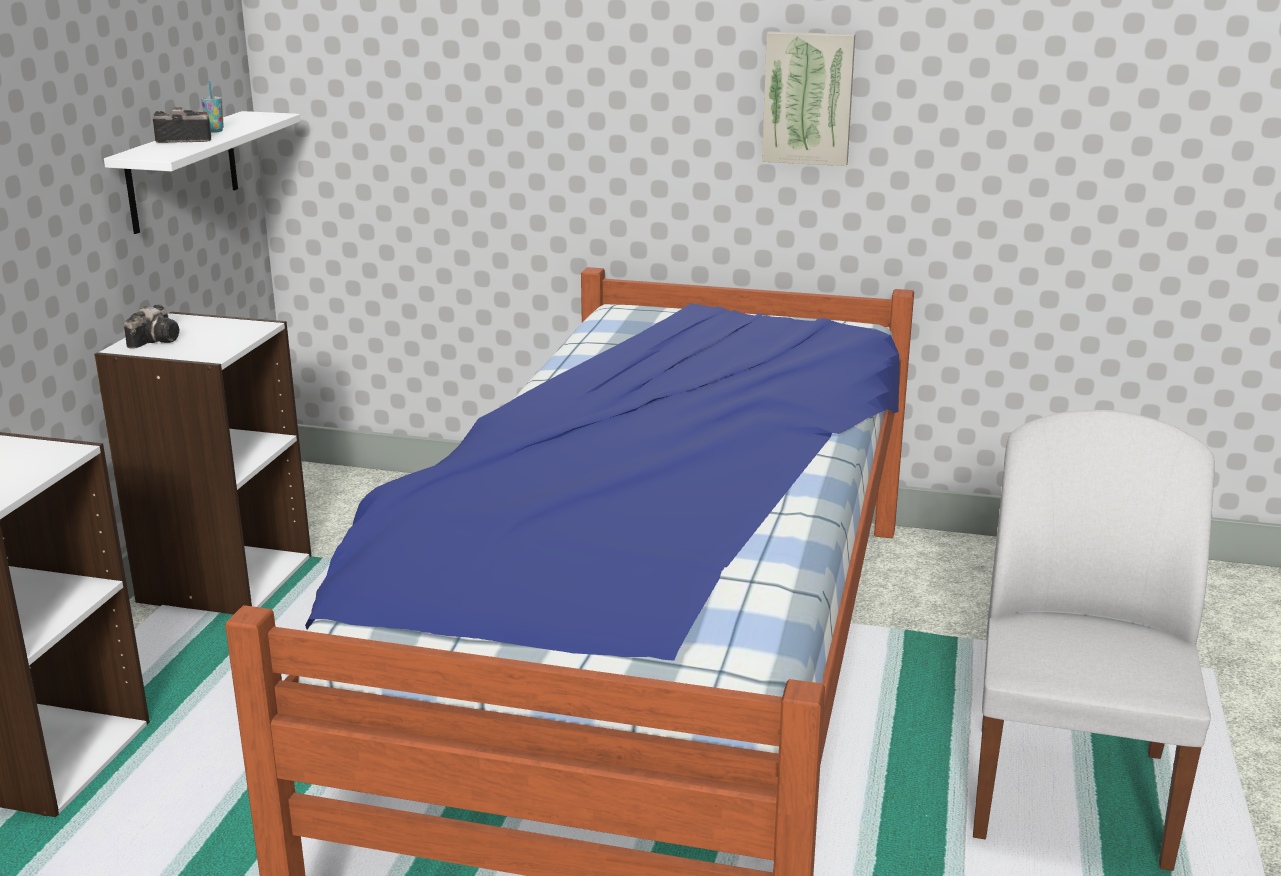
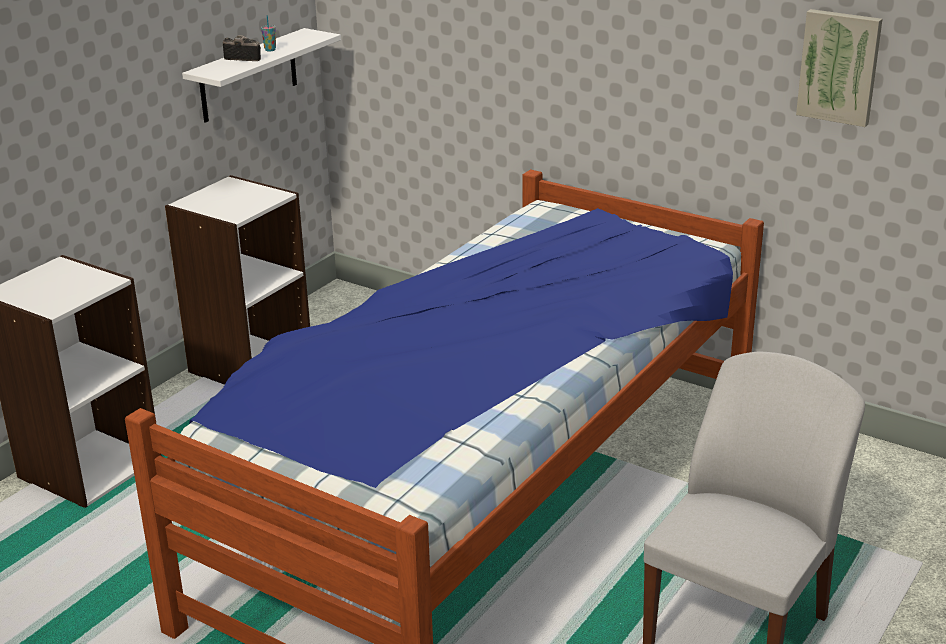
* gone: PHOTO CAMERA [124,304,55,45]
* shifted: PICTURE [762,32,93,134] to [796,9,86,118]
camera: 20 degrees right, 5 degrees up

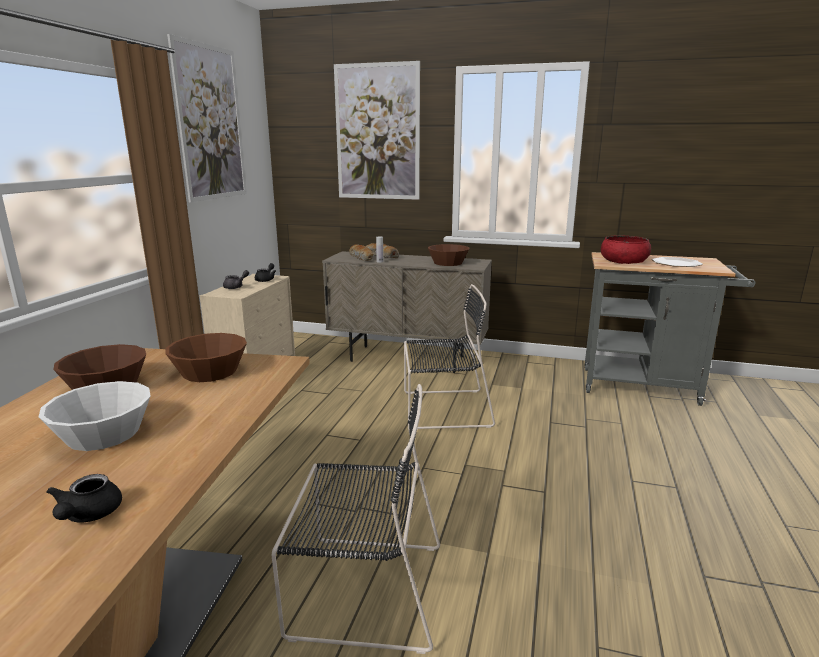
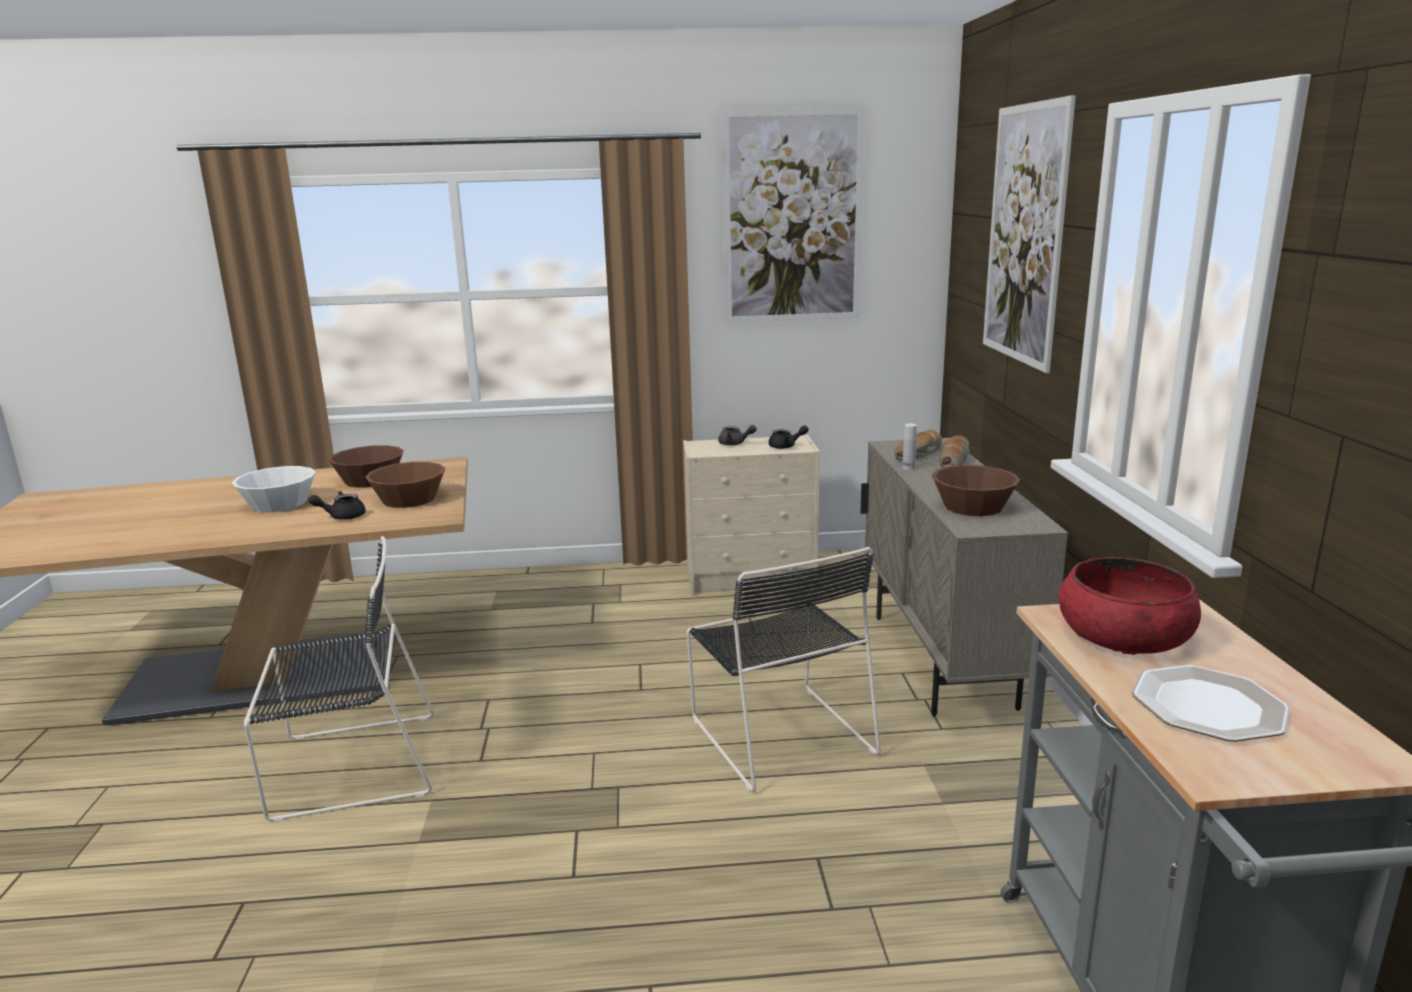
* shifted: BLACK TEA POT [46,474,76,48] to [309,491,57,29]
* rotated: BLACK UPRIGHT CHAIR [272,384,168,270] = [244,536,190,286] 90 degrees counterclockwise
camera: 70 degrees right, 0 degrees up

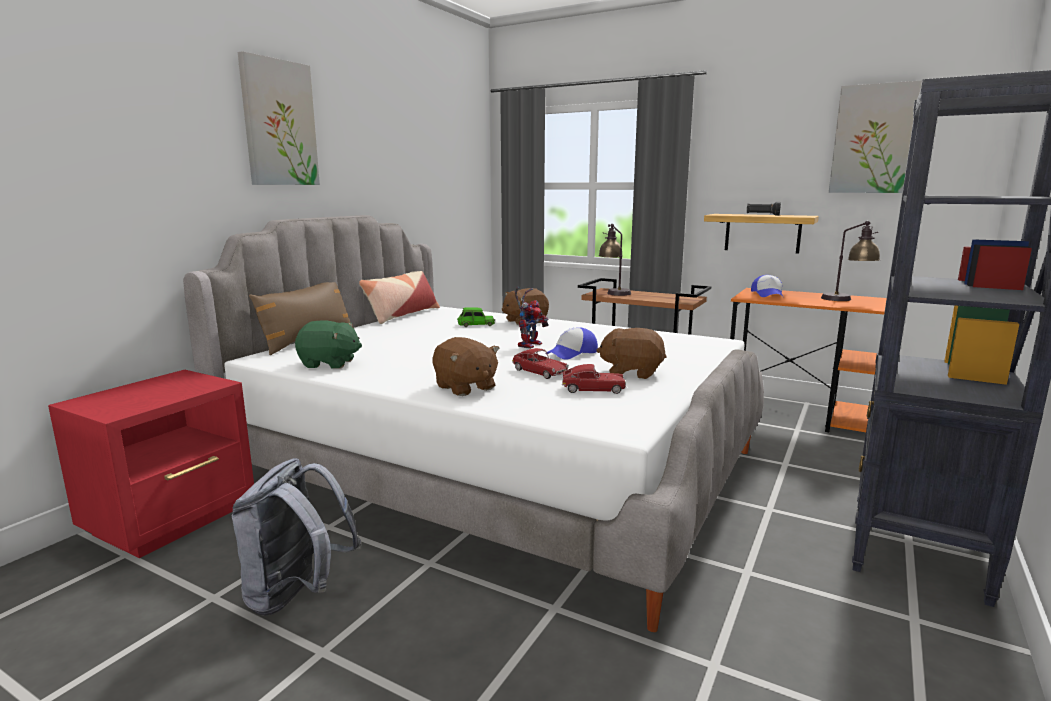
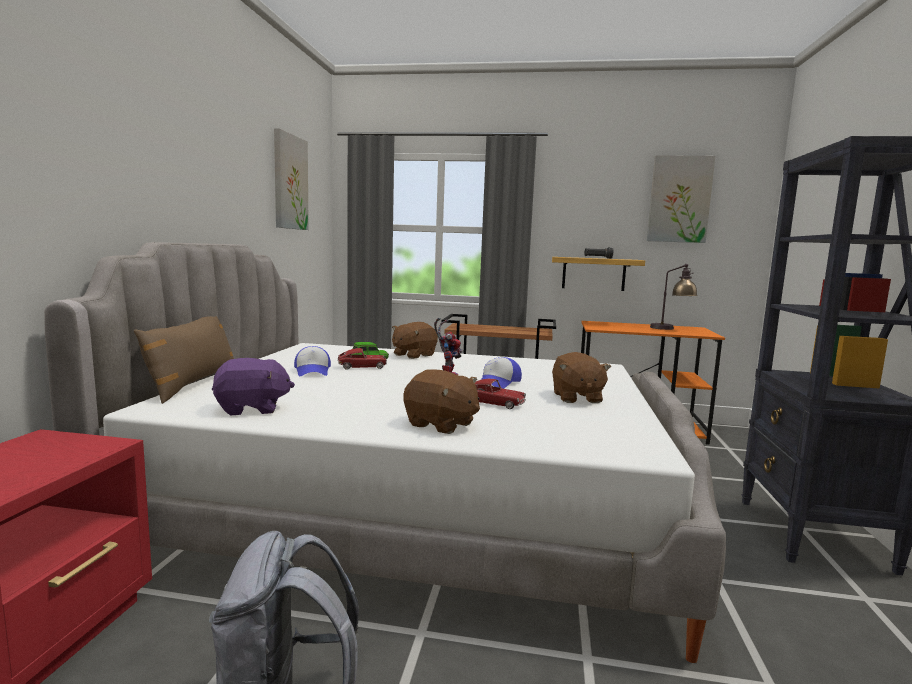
* shifted: PICTURE [238,51,82,134] to [274,129,35,101]
* repainted: GREEN PLUSH TOY [295,321,67,47] to PURPLE-COLOURED PLUSH TOY [212,358,83,58]
* gone: THROW PILLOW [359,271,81,53]
* shifted: TOY CAR [562,364,64,30] to [338,348,49,22]
* rotated: BROWN-COLOURED PLUSH TOY [596,328,70,51] = [552,352,59,51] 90 degrees counterclockwise
* gone: TABLETOP LAMP [599,224,32,72]
* shifted: CAP [751,275,32,22] to [294,346,37,30]
camera: 20 degrees left, 5 degrees down

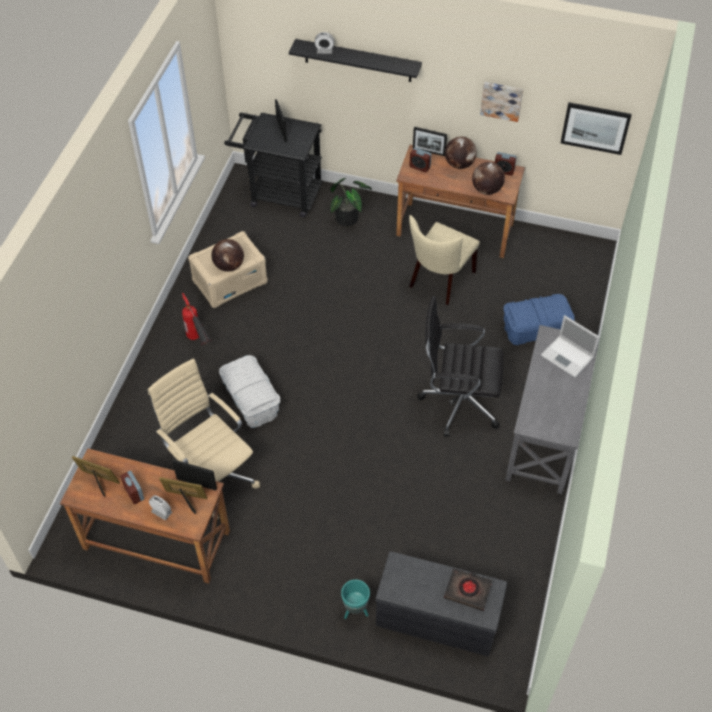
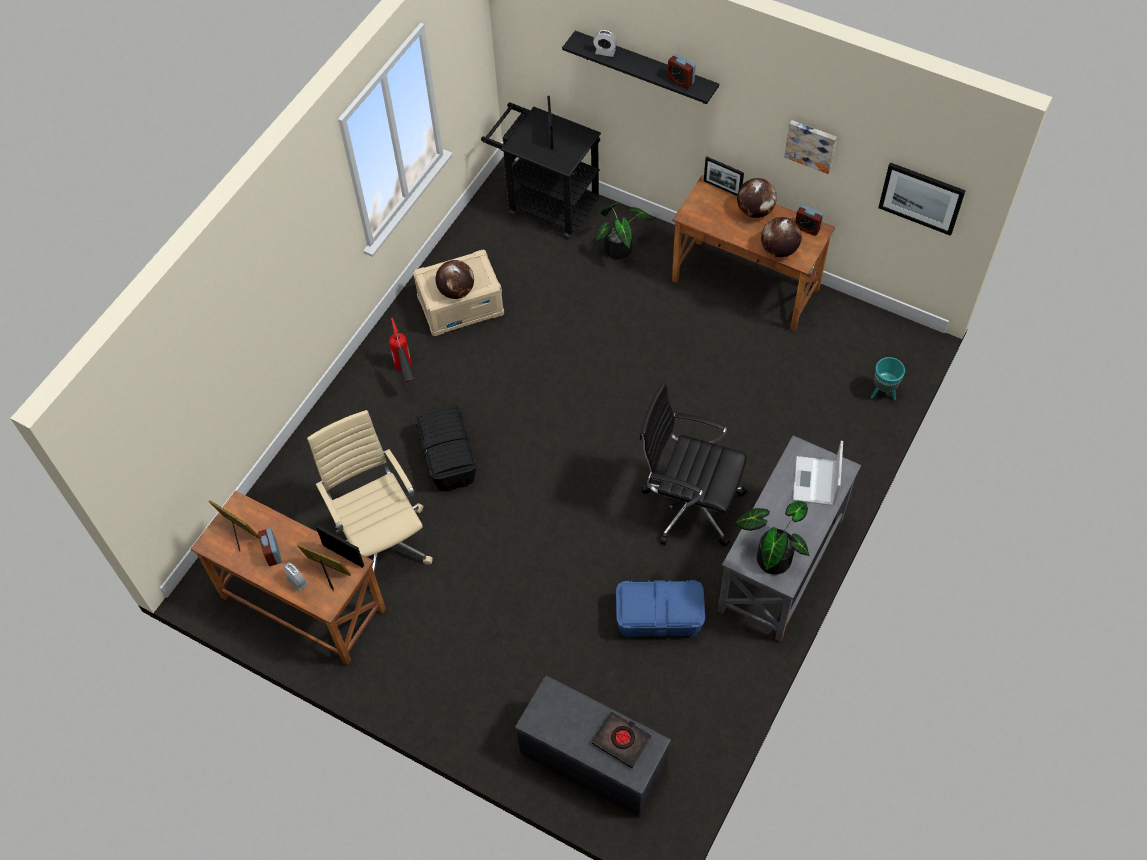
* repainted: WHITISH STORAGE CONTAINER [219,355,61,73] to BLACK STORAGE CONTAINER [415,405,62,86]
* shifted: BLUE-GREEN FLOWER POT [341,579,29,40] to [871,357,34,43]
* shifted: TABLE CLOCK [409,148,22,25] to [667,54,29,35]
* gone: SAND-COLOURED UPRIGHT CHAIR [409,215,71,90]
* shifted: BLUE-COLOURED STORAGE CONTAINER [504,294,71,51] to [616,580,89,58]
* rotated: NOTEBOOK COMPUTER [541,315,59,63] = [793,441,50,65] 45 degrees clockwise
* new: POTTED PLANT [735,501,74,74]
camera: 15 degrees right, 5 degrees up

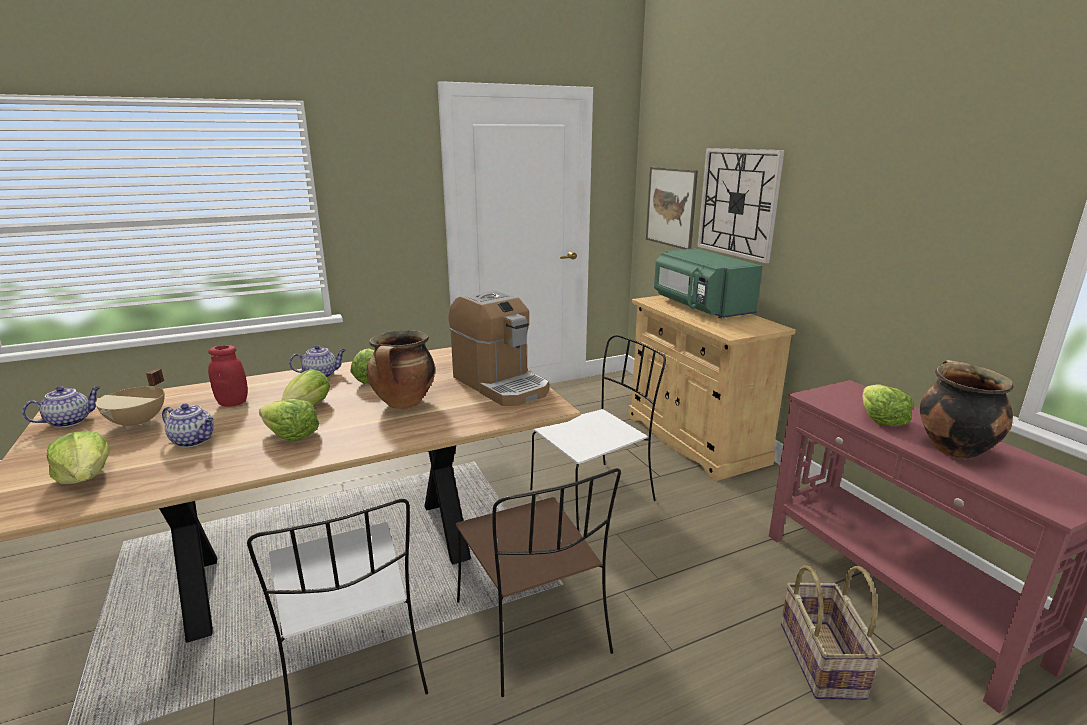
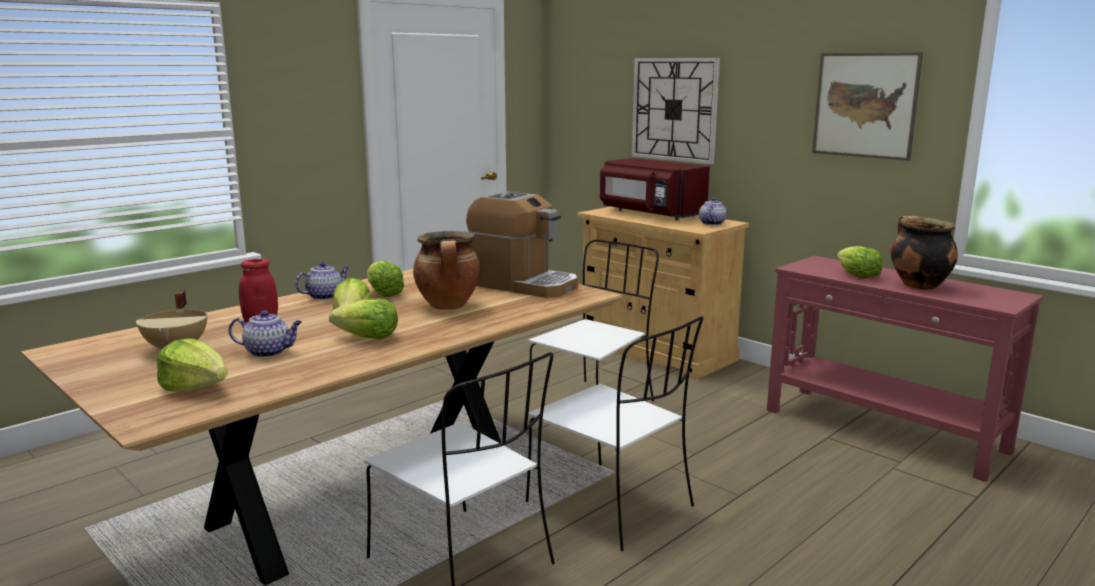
* shifted: TEA POT [22,386,79,42] to [699,197,27,28]
* repainted: BROWN-COLOURED UPRIGHT CHAIR [456,468,165,229] to WHITISH UPRIGHT CHAIR [526,316,178,235]
* shifted: PICTURE [646,167,52,82] to [812,52,111,109]
* repainted: GREEN MICROWAVE OVEN [654,248,109,70] to RED MICROWAVE OVEN [600,158,110,62]
* gone: BASKET [781,565,101,135]
camera: 20 degrees left, 5 degrees down

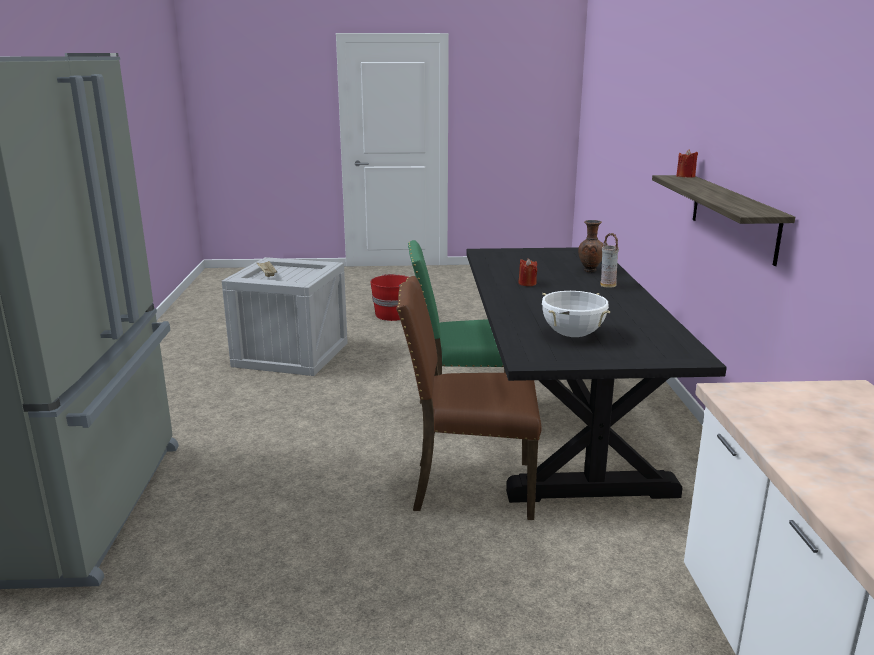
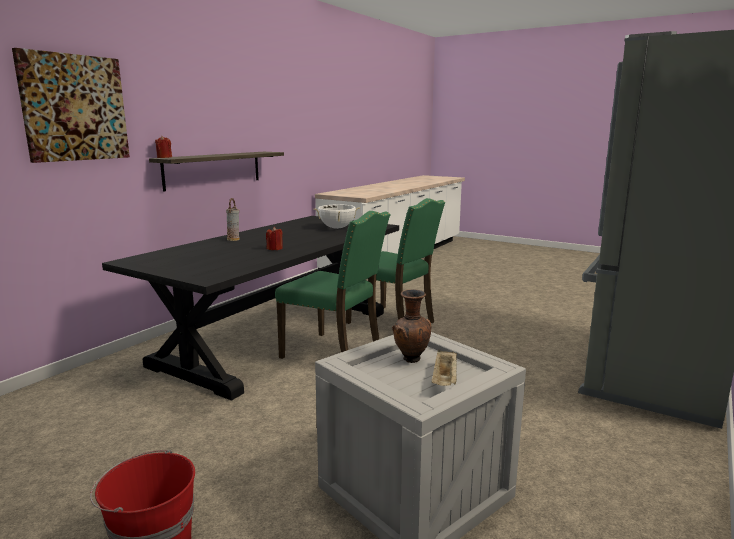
* repainted: BROWN-COLOURED UPRIGHT CHAIR [396,276,146,244] to GREEN UPRIGHT CHAIR [346,198,100,126]
* shifted: BROWN-COLOURED DECORATIVE VASE [578,220,25,52] to [392,289,40,74]
* new: PICTURE [12,48,118,115]
camera: 145 degrees left, 5 degrees down

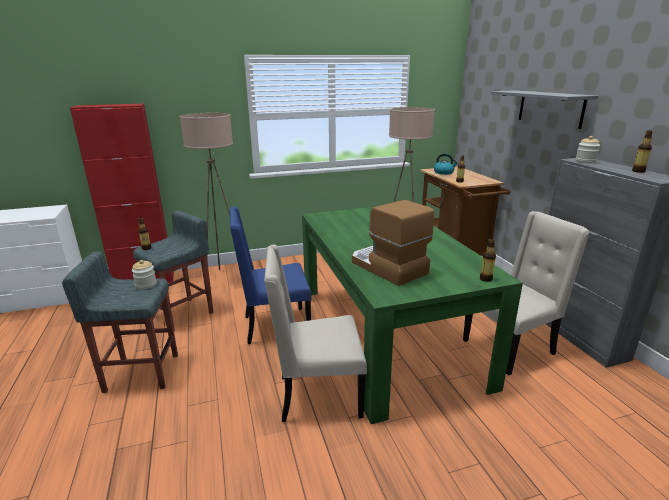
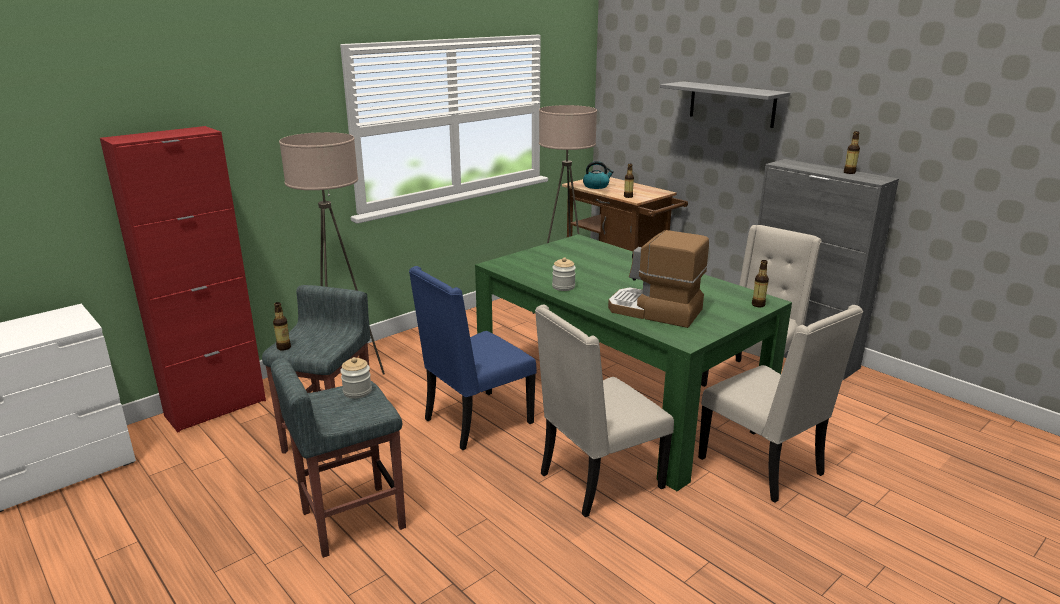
* shifted: JAR [576,136,24,27] to [552,257,24,34]
* new: SAND-COLOURED UPRIGHT CHAIR [698,305,165,198]
camera: 25 degrees left, 0 degrees up

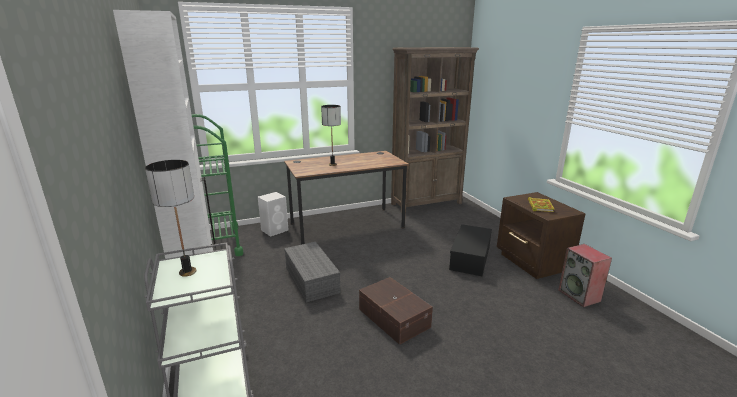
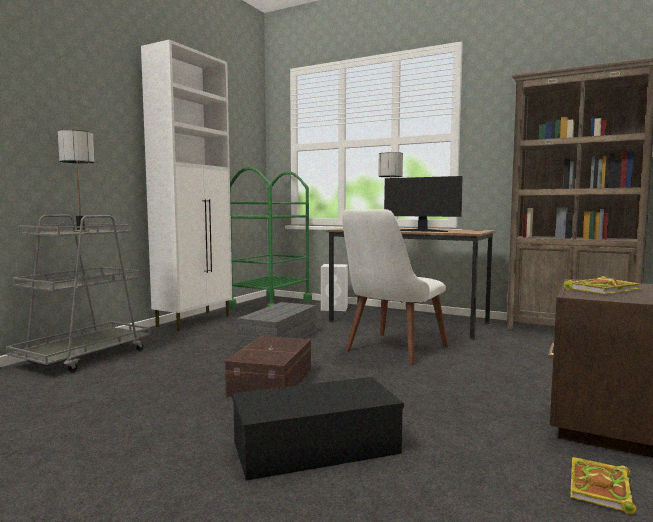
* shifted: BLACK STORAGE CONTAINER [449,224,43,52] to [232,377,172,104]
* swapped: LOUDSPEAKER [558,244,54,63] to BOUND BOOK [570,457,66,57]
* new: WHITISH UPRIGHT CHAIR [342,209,106,156]
* new: COMPUTER SCREEN [384,176,79,56]
camera: 50 degrees right, 15 degrees down

